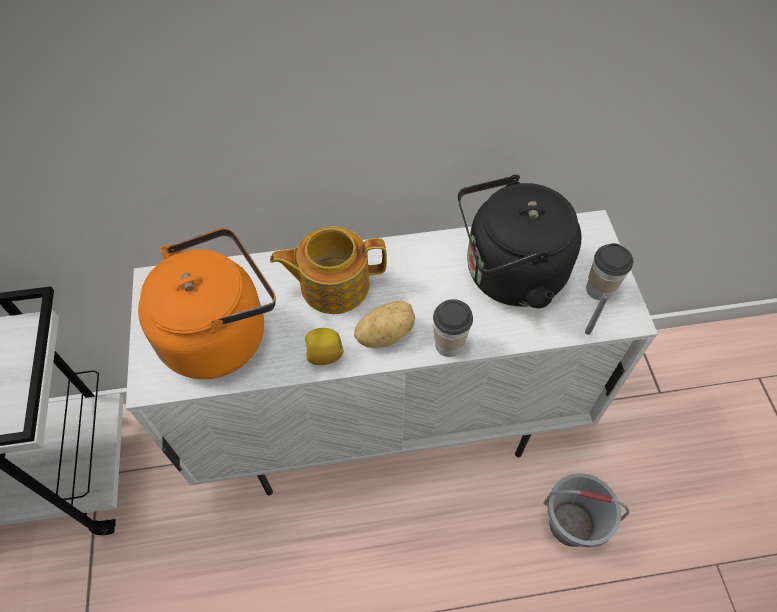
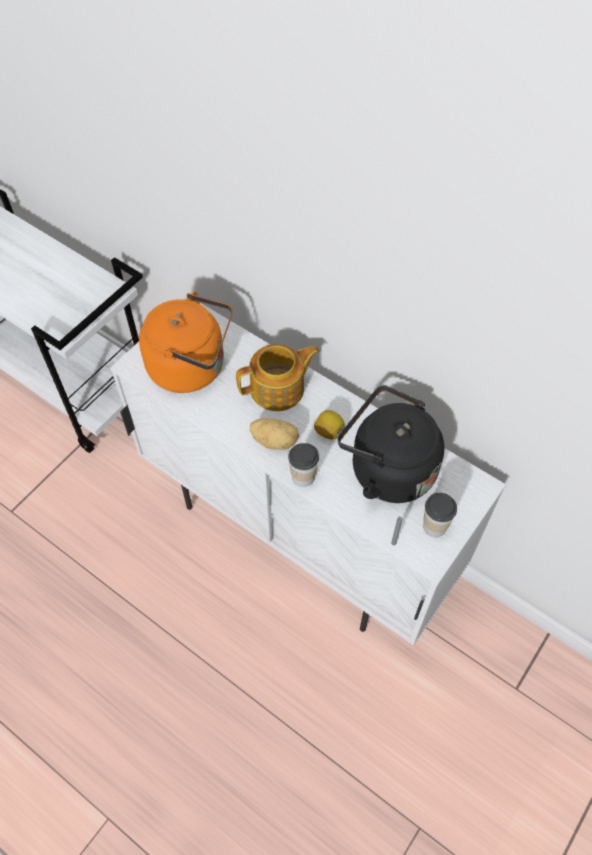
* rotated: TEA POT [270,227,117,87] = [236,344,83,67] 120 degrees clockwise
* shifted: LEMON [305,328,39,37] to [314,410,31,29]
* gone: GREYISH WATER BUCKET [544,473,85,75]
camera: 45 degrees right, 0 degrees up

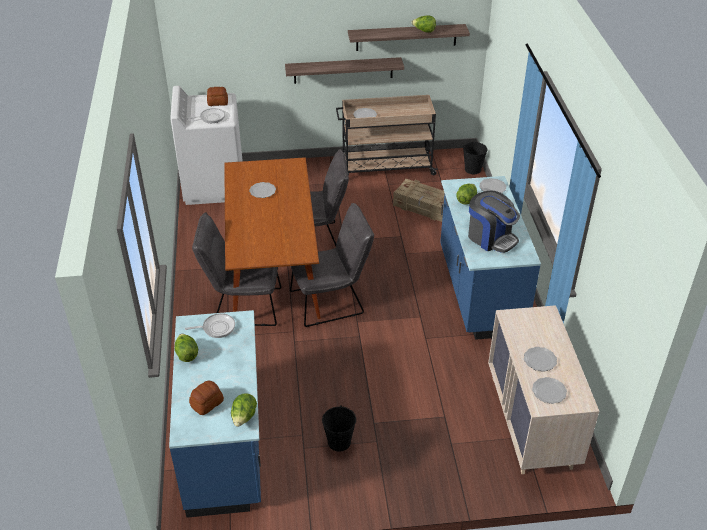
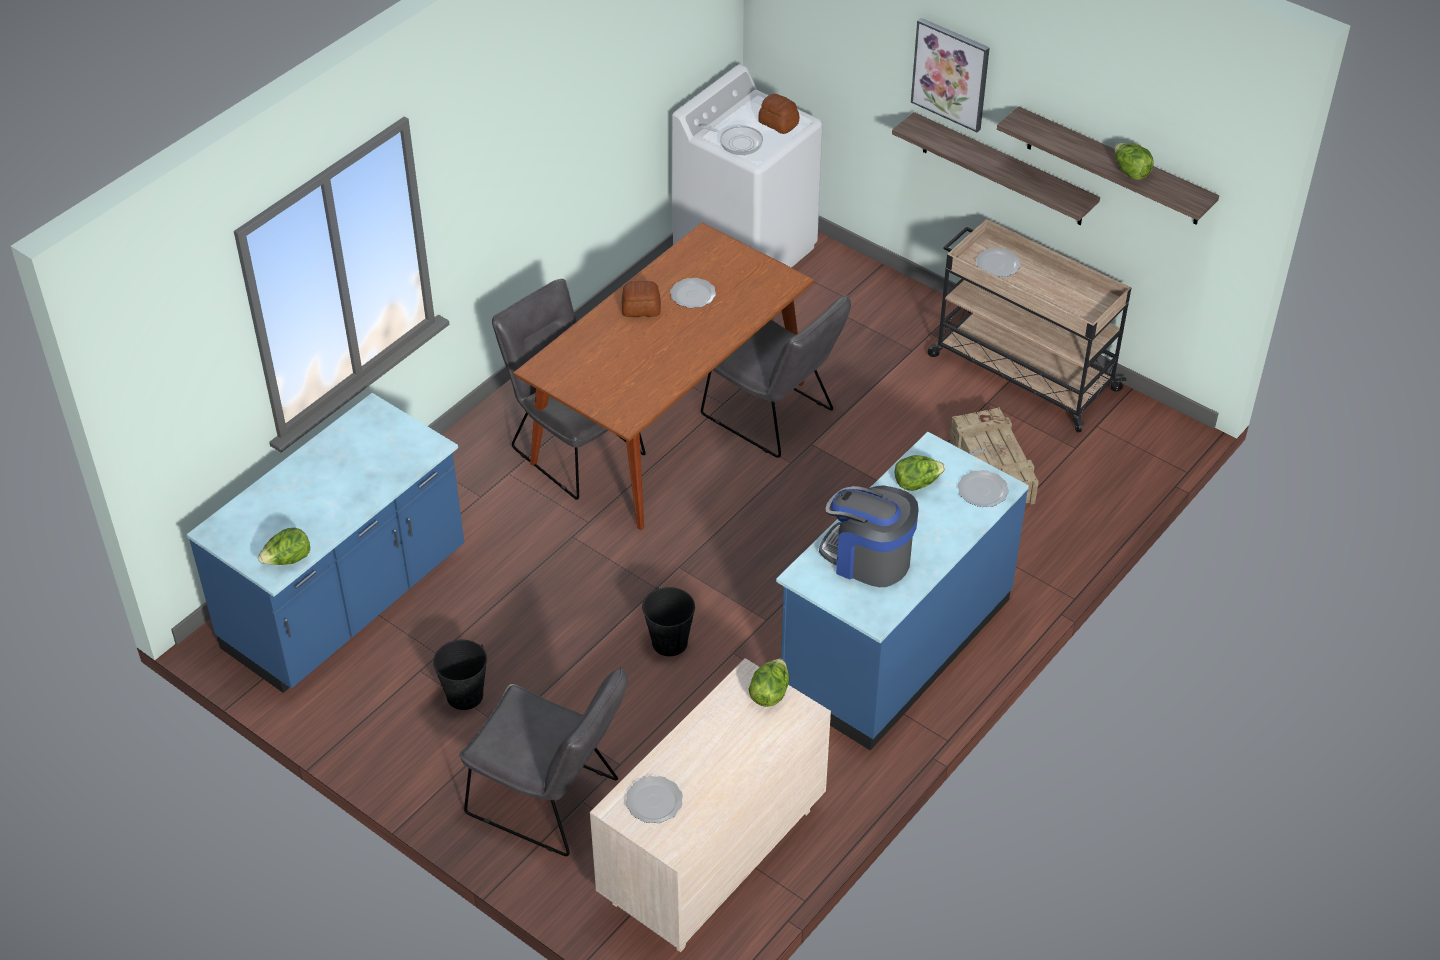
* shifted: HEAD OF LETTUCE [175,334,23,28] to [749,659,40,48]
* gone: PAN [185,313,50,25]
* shifted: BAKED BREAD [189,381,35,34] to [622,281,39,36]
* shifted: GREYISH UPRIGHT CHAIR [290,203,84,124] to [459,667,169,189]
* shifted: BLACK WATER BUCKET [463,142,25,32] to [642,587,53,69]
* rotated: COFFEE MAKER [468,190,52,63] = [819,485,100,102] 120 degrees clockwise
* gone: PLATE [524,347,33,24]
* new: PICTURE [911,18,79,114]
camera: 45 degrees right, 5 degrees up

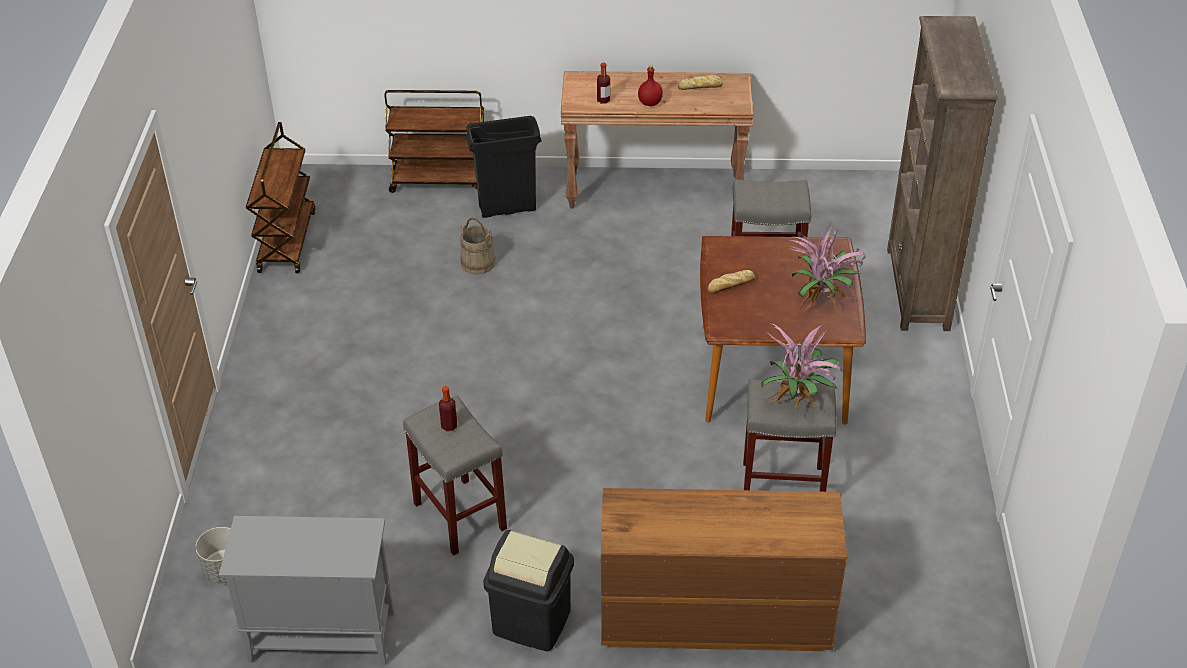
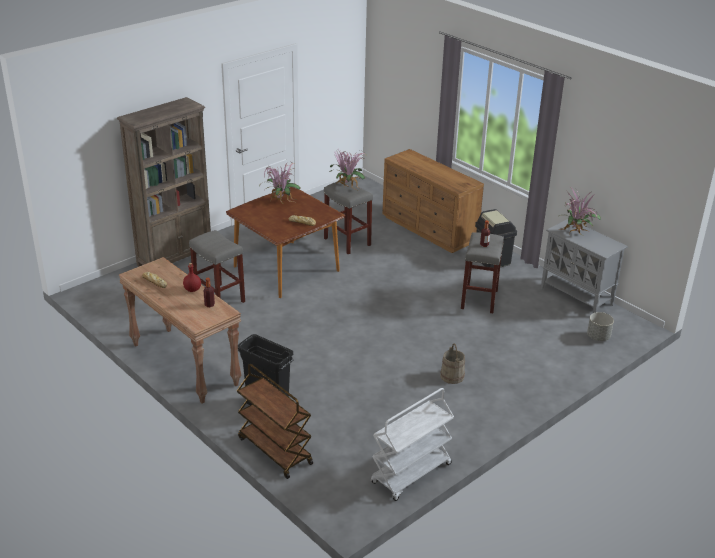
* repainted: BROWN-COLOURED TROLLEY [246,122,69,151] to WHITISH TROLLEY [371,388,83,113]
* shifted: SAND-COLOURED WATER BUCKET [460,218,36,56] to [440,343,25,41]
* new: POTTED PLANT [559,188,42,47]
camera: 135 degrees left, 10 degrees down

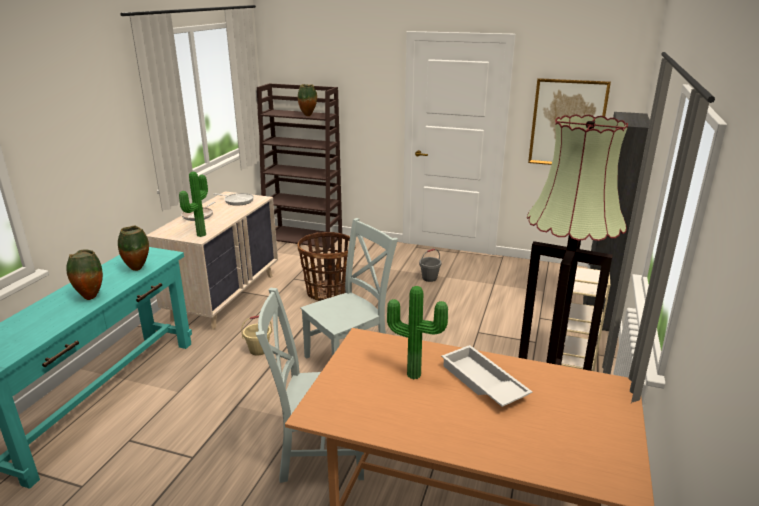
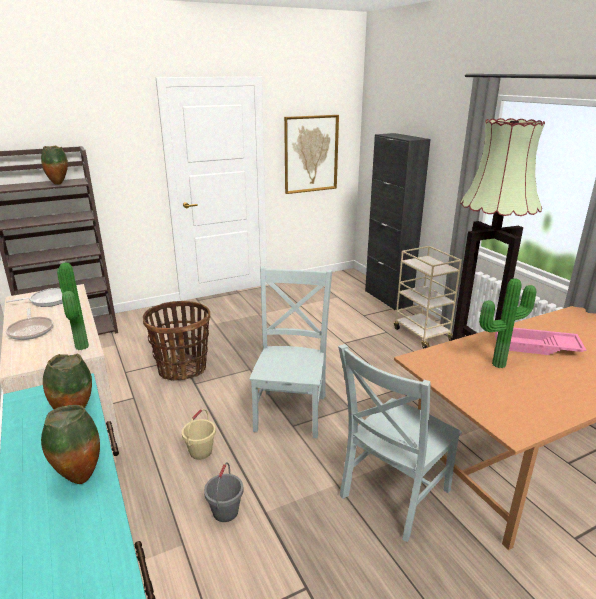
* shifted: GREYISH WATER BUCKET [419,249,22,33] to [204,462,40,60]
* repainted: WHITISH TRAY [441,345,91,62] to PINKISH TRAY [495,327,91,28]
camera: 45 degrees left, 0 degrees up

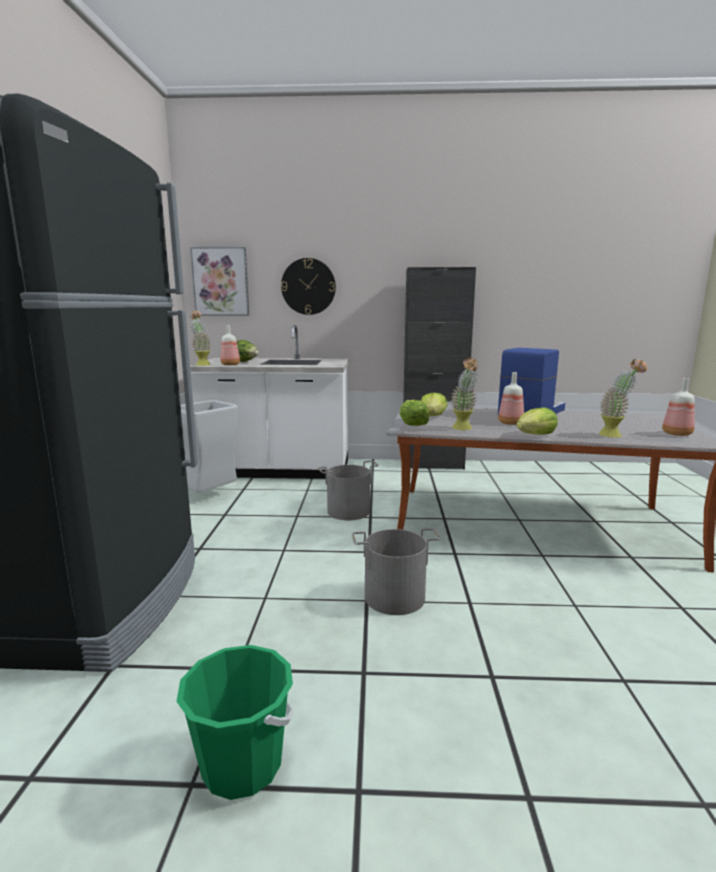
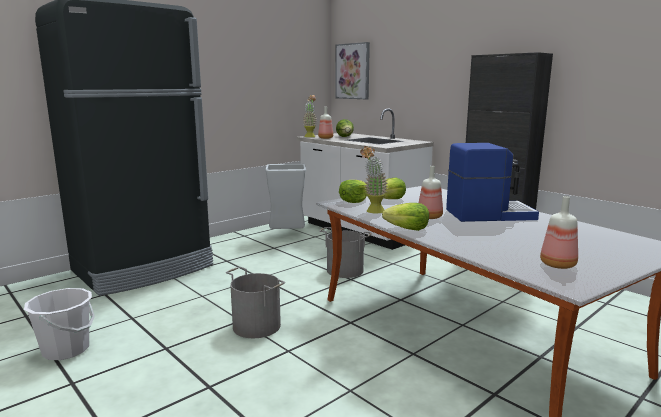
* repainted: GREEN WATER BUCKET [176,645,118,155] to WHITISH WATER BUCKET [24,288,71,72]
* gone: HANGING CLOCK [281,258,55,57]
* gone: POTTED PLANT [598,359,49,78]
camera: 45 degrees right, 0 degrees up

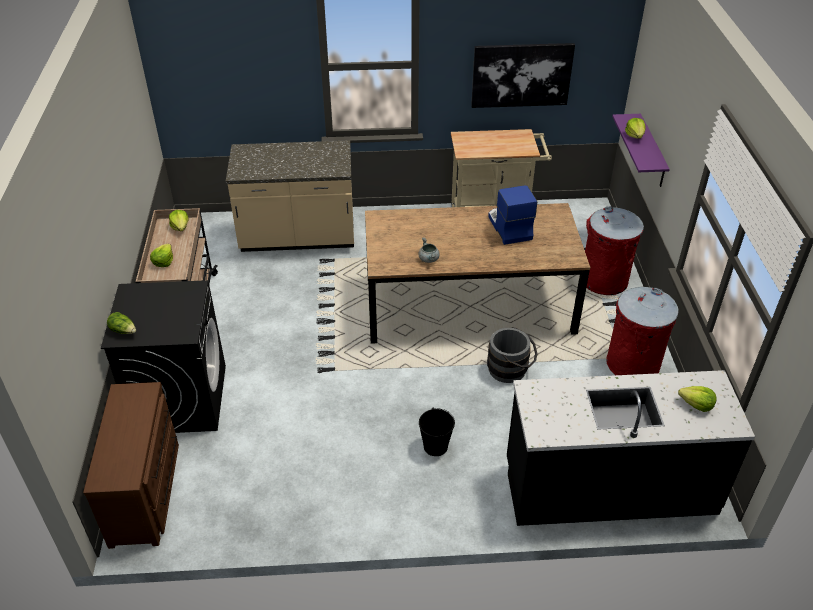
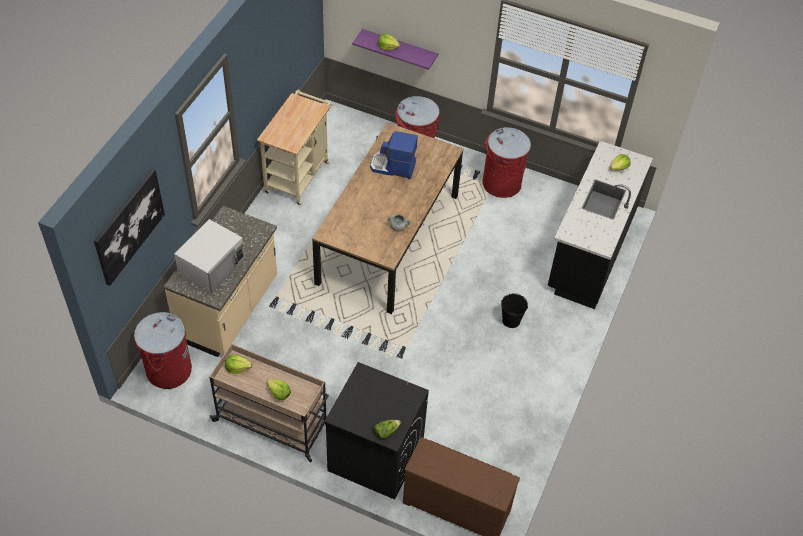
* shifted: PICTURE [471,43,104,65] to [94,169,71,117]
* gone: GREYISH WATER BUCKET [487,328,51,55]
* new: RED TRASH CAN [134,312,58,77]
* new: WHITISH MICROWAVE OVEN [174,219,71,74]
camera: 65 degrees left, 10 degrees up

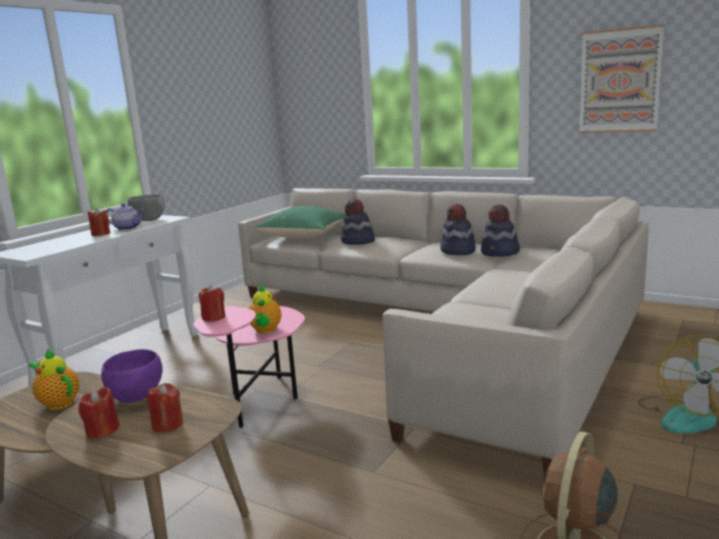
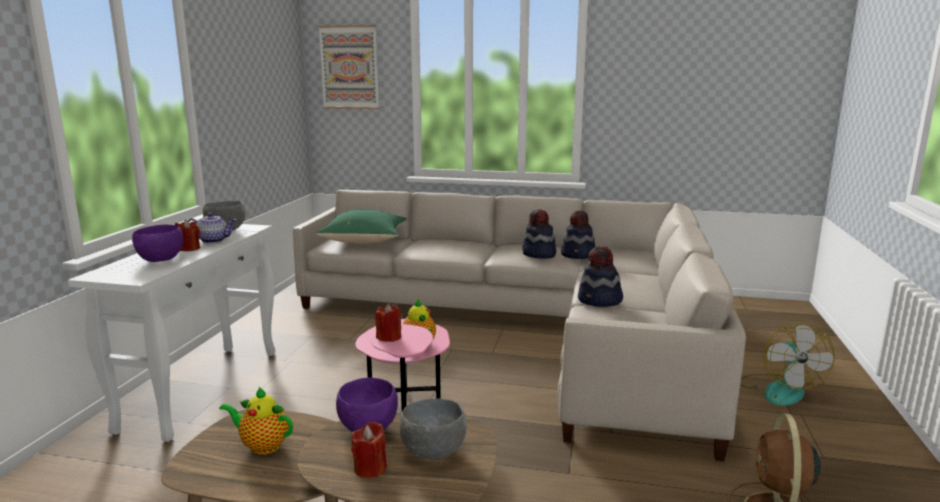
* swapped: RED CANDLE [147,383,36,49] to GREYISH DEEP DISH [400,398,67,61]
* shifted: WEARABLE HAT [341,199,34,46] to [578,246,45,61]
* shifted: PICTURE [579,24,85,109] to [318,25,61,84]
* new: PURPLE-COLOURED DEEP DISH [132,224,51,38]
camera: 20 degrees left, 0 degrees up

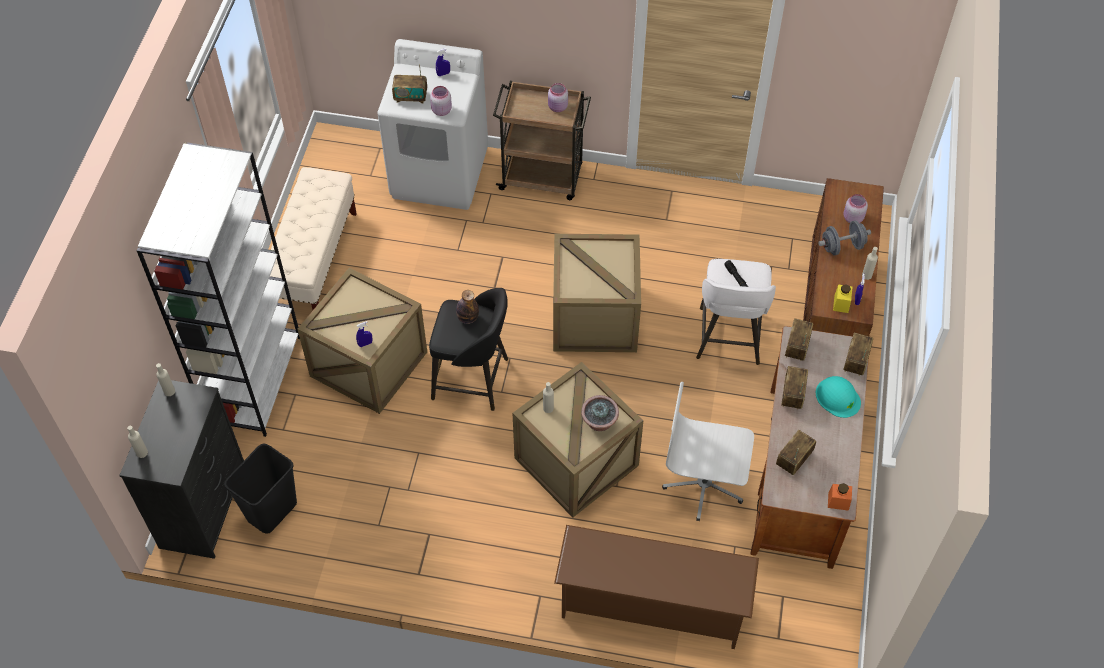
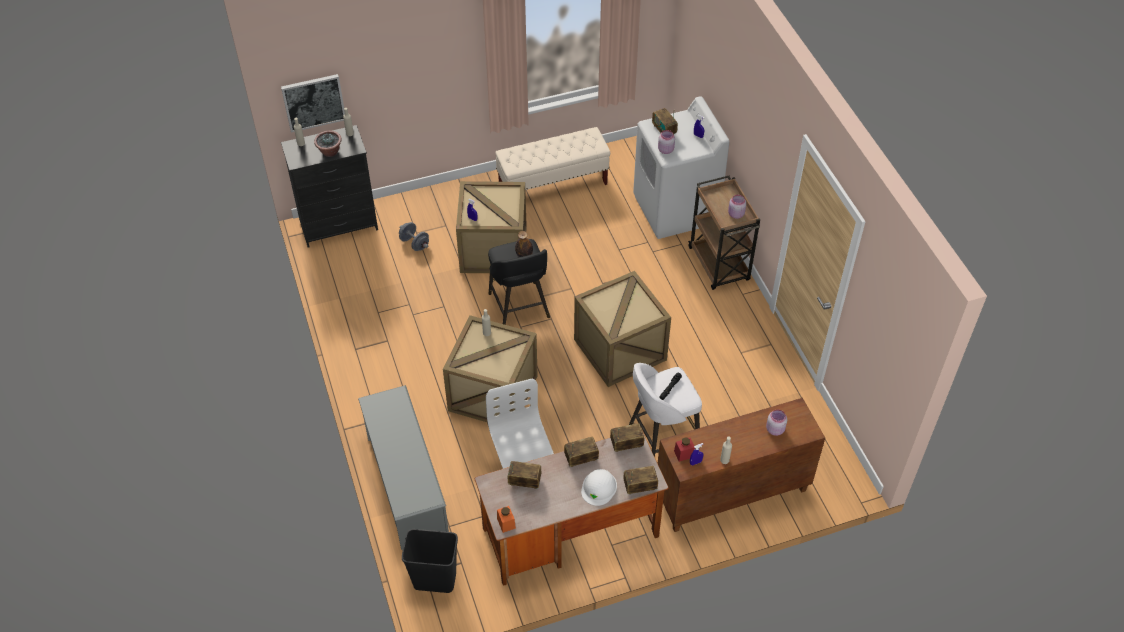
* gone: WHITISH BOOKSHELF [136,142,164,295]
* shifted: BLACK TRASH CAN [224,444,73,90] to [402,529,56,64]
* repainted: BROWN-COLOURED SHOE SHELF [554,525,205,124] to GREYISH SHOE SHELF [358,385,91,165]
* shifted: POTTED PLANT [581,395,38,36] to [314,131,28,26]
* repainted: BLUE-GREEN WORK HELMET [816,376,45,42] to WHITISH WORK HELMET [581,469,36,37]
* shifted: GREYISH FREE WEIGHT [818,220,53,35] to [399,222,30,29]
* repainted: YELLOW JAR [833,284,19,29] to RED JAR [674,438,21,24]
* new: PICTURE [281,74,64,59]
camera: 60 degrees right, 5 degrees down

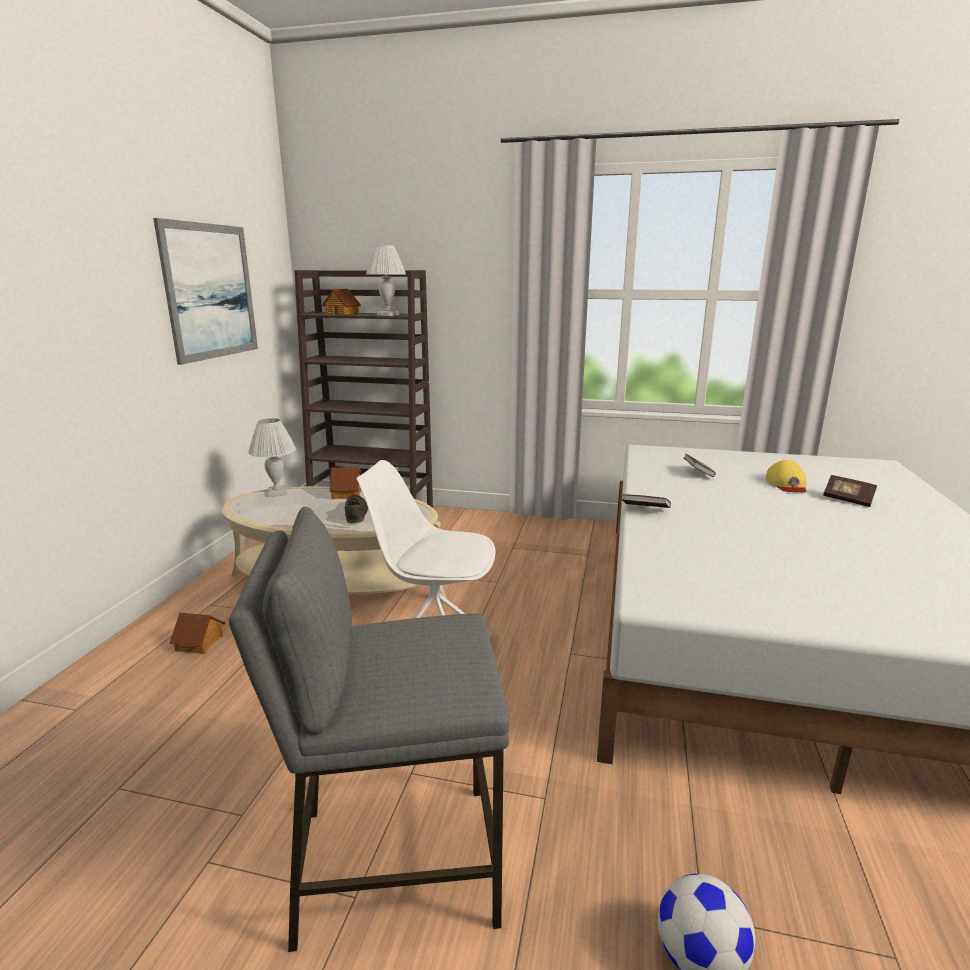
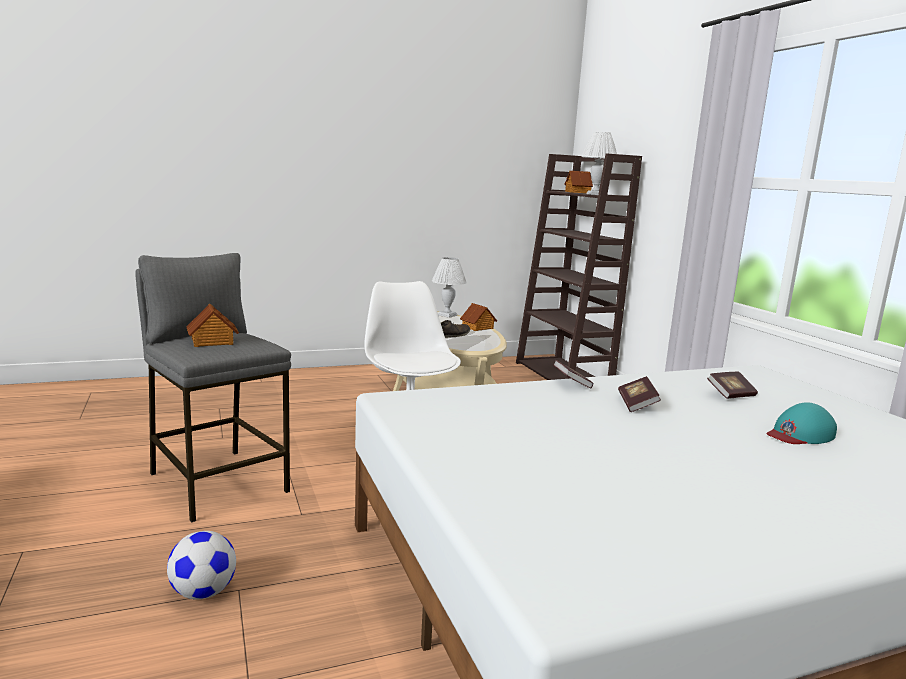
* gone: PICTURE [153,218,105,147]
* shifted: MODEL HOUSE [169,613,56,41] to [187,304,52,43]
* repainted: YELLOW CAP [766,460,41,33] to BLUE-GREEN CAP [766,402,71,42]
* shifted: BOUND BOOK [823,475,54,32] to [618,376,43,36]
camera: 55 degrees right, 5 degrees down

